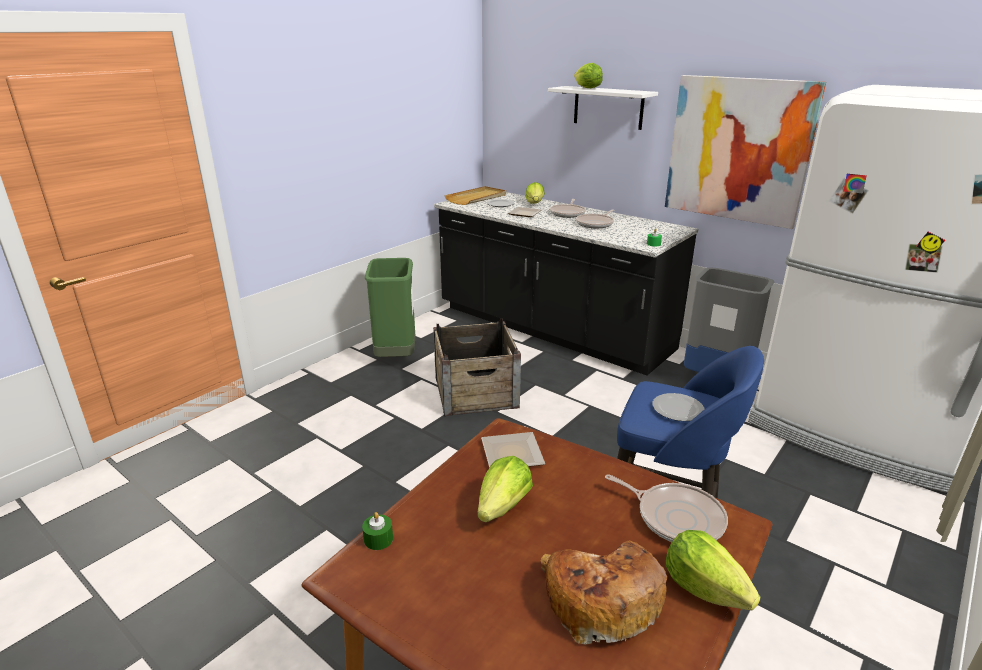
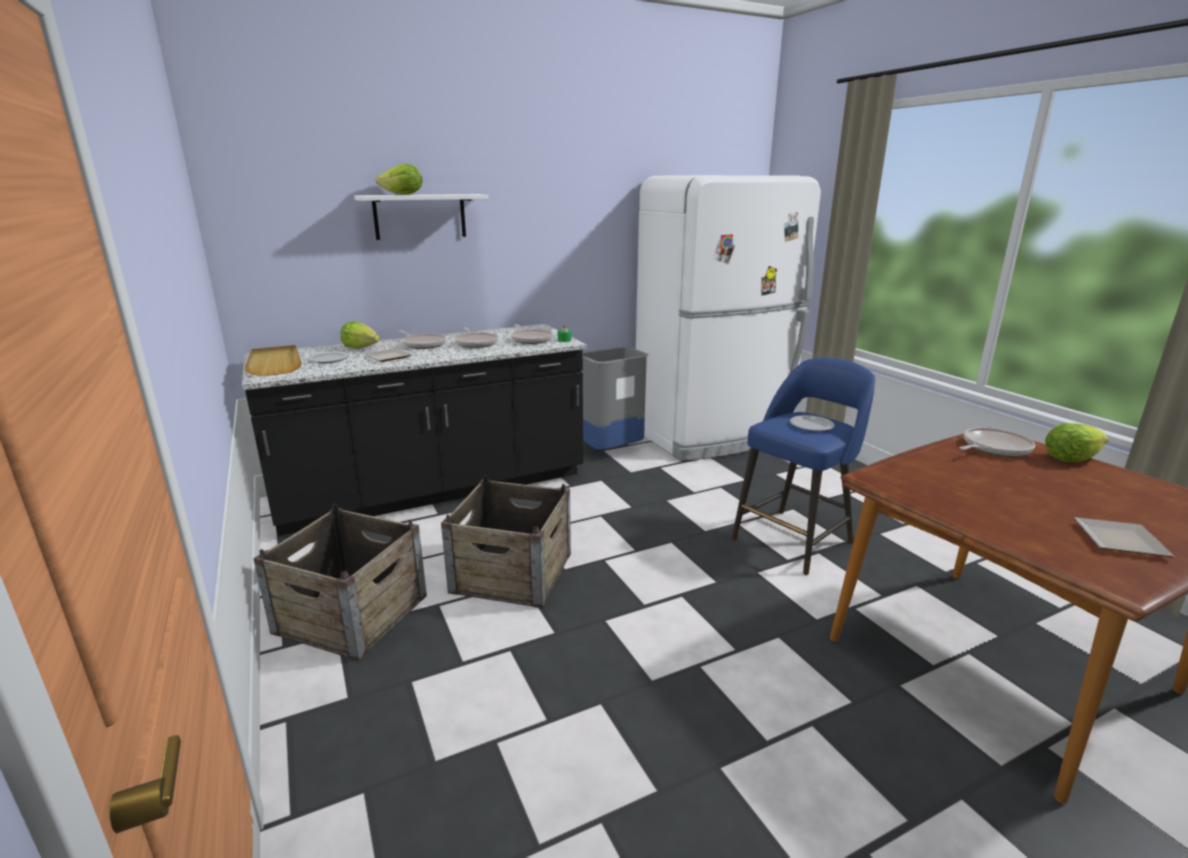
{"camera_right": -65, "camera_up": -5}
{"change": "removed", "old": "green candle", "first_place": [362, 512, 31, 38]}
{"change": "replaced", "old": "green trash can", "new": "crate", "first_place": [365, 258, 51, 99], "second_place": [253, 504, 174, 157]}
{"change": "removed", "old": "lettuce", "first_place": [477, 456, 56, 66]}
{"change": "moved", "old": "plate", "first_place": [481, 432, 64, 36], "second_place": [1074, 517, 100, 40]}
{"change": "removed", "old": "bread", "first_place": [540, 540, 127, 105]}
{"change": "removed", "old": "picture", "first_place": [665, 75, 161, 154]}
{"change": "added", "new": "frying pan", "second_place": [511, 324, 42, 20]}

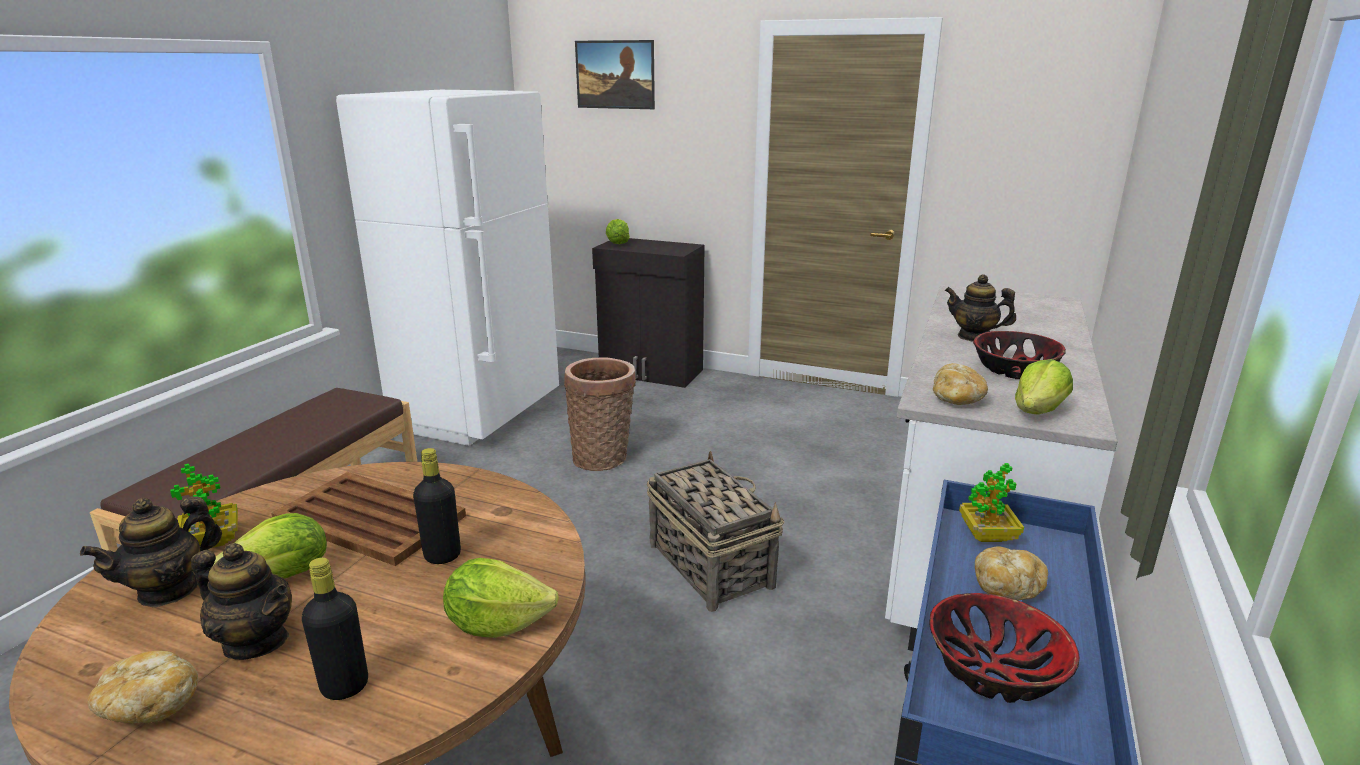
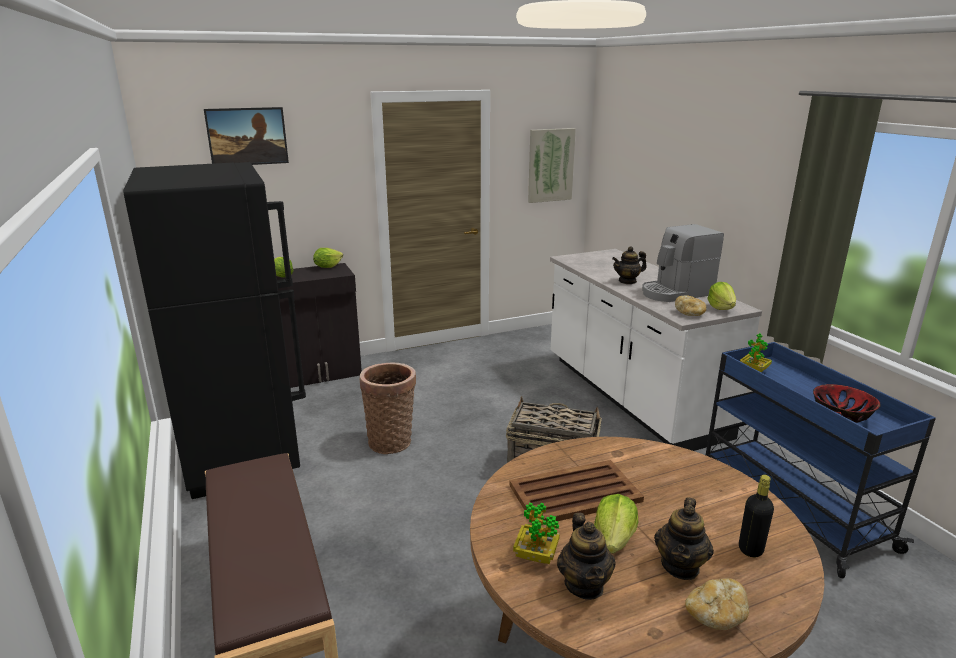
{"camera_right": -45, "camera_up": 0}
{"change": "turned", "old": "teapot", "first_place": [191, 543, 101, 117], "second_place": [654, 497, 60, 83], "degrees": 135}
{"change": "recoloured", "old": "white fridge", "new": "black fridge", "first_place": [336, 90, 223, 356], "second_place": [123, 162, 183, 337]}
{"change": "removed", "old": "black bottle", "first_place": [413, 448, 48, 116]}
{"change": "moved", "old": "lettuce", "first_place": [443, 558, 116, 80], "second_place": [313, 248, 30, 20]}
{"change": "replaced", "old": "bowl", "new": "coffee machine", "first_place": [973, 331, 93, 48], "second_place": [642, 224, 82, 78]}
{"change": "removed", "old": "bread", "first_place": [975, 546, 73, 54]}
{"change": "added", "new": "picture", "second_place": [528, 128, 48, 75]}

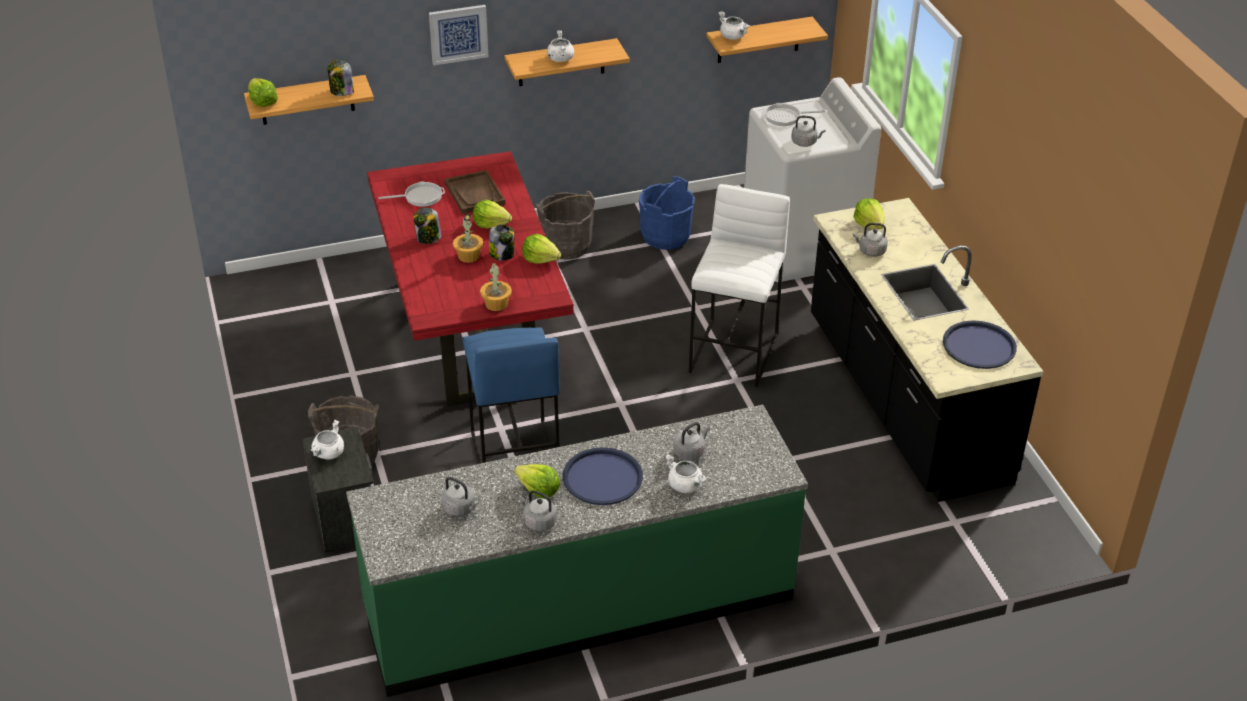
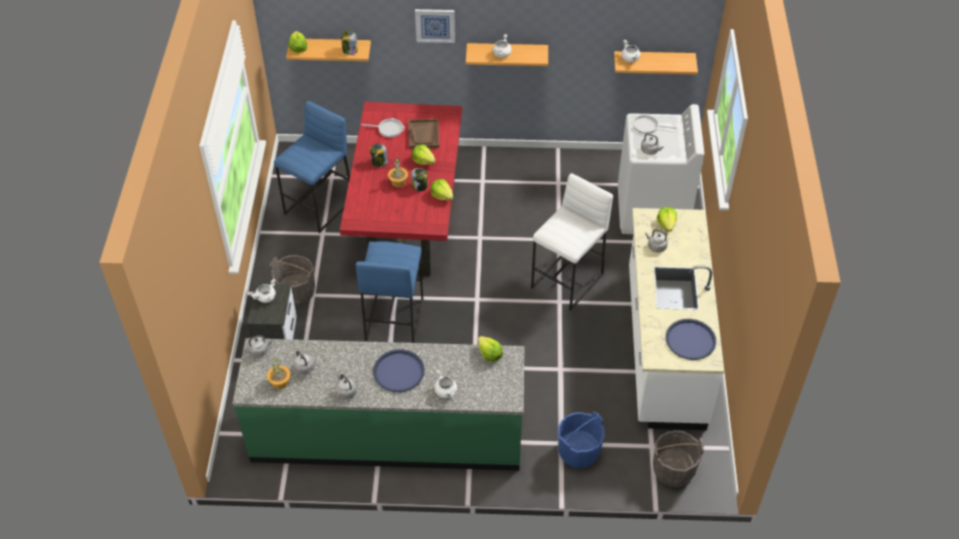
{"camera_right": 20, "camera_up": 10}
{"change": "moved", "old": "potted plant", "first_place": [480, 263, 32, 48], "second_place": [267, 358, 24, 31]}
{"change": "moved", "old": "lettuce", "first_place": [514, 464, 46, 35], "second_place": [478, 336, 25, 26]}
{"change": "moved", "old": "grey bucket", "first_place": [535, 191, 60, 69], "second_place": [653, 430, 51, 57]}
{"change": "moved", "old": "blue bucket", "first_place": [639, 177, 56, 73], "second_place": [558, 411, 47, 58]}
{"change": "moved", "old": "grey kettle", "first_place": [673, 422, 37, 39], "second_place": [247, 335, 26, 23]}
{"change": "recoloured", "old": "black counter", "new": "white counter", "first_place": [811, 198, 232, 304], "second_place": [629, 208, 95, 222]}
{"change": "added", "new": "blue stool", "second_place": [274, 101, 76, 132]}

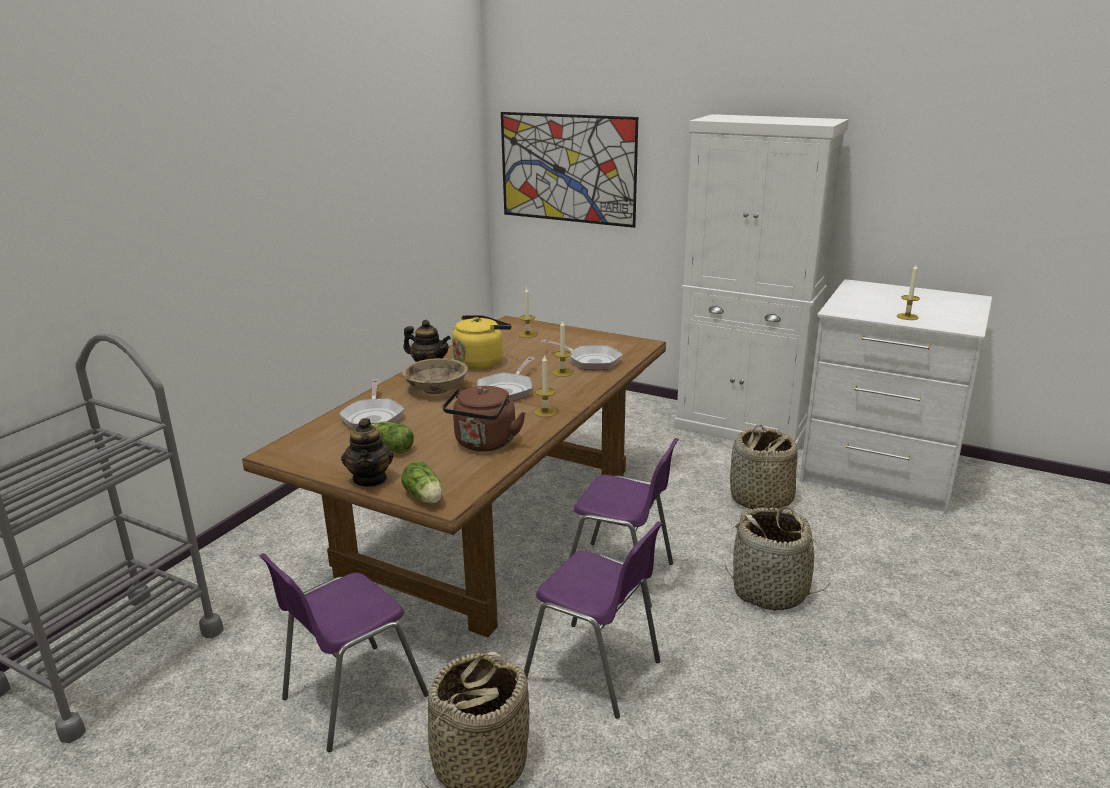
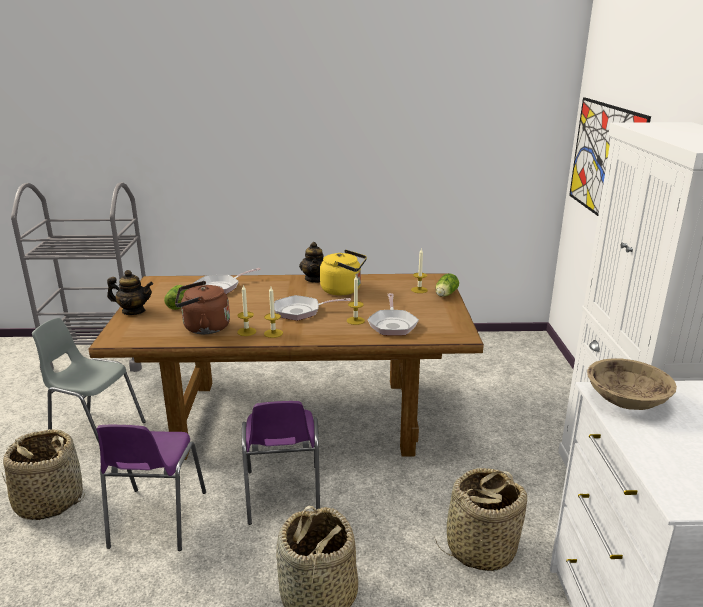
{"camera_right": 60, "camera_up": 0}
{"change": "recoloured", "old": "purple chair", "new": "grey chair", "first_place": [259, 553, 170, 199], "second_place": [32, 318, 114, 125]}
{"change": "turned", "old": "teapot", "first_place": [341, 418, 52, 69], "second_place": [107, 270, 46, 45], "degrees": -135}
{"change": "moved", "old": "lettuce", "first_place": [401, 461, 41, 43], "second_place": [435, 273, 24, 24]}
{"change": "moved", "old": "beige bowl", "first_place": [402, 358, 66, 36], "second_place": [587, 358, 90, 52]}
{"change": "moved", "old": "candle", "first_place": [897, 264, 23, 56], "second_place": [237, 285, 19, 51]}

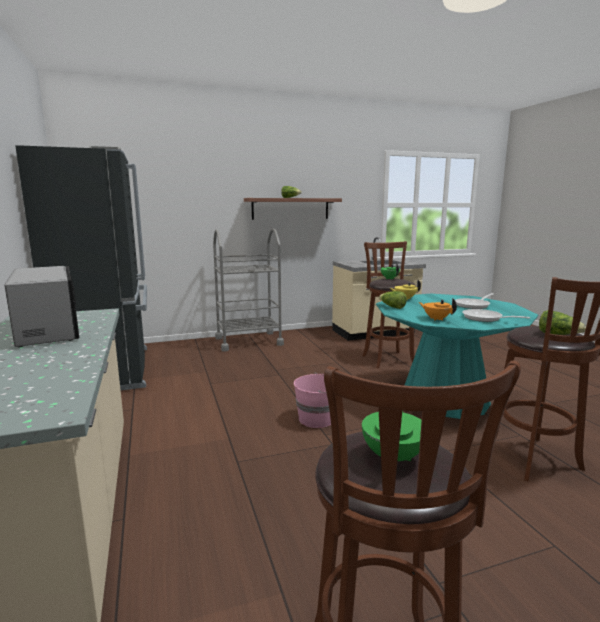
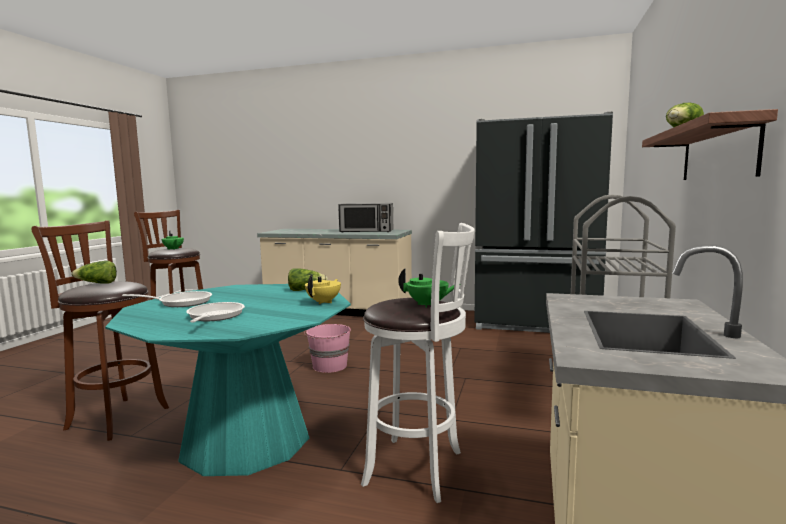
{"camera_right": 125, "camera_up": -5}
{"change": "recoloured", "old": "brown stool", "new": "white stool", "first_place": [362, 241, 54, 127], "second_place": [361, 223, 114, 280]}
{"change": "removed", "old": "orange teapot", "first_place": [419, 298, 38, 23]}

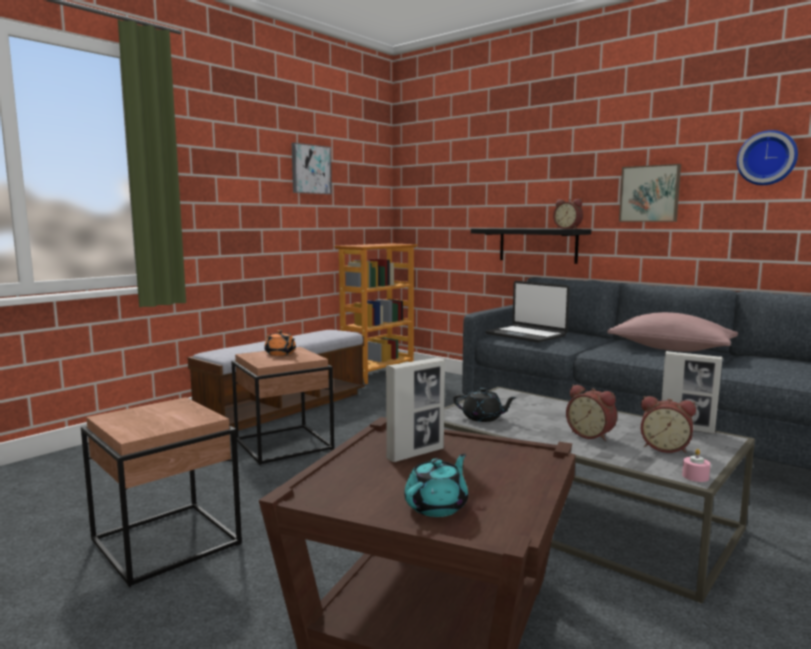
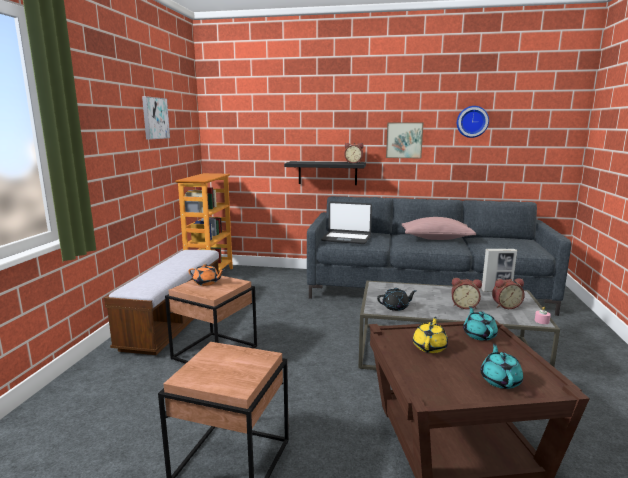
{"camera_right": -30, "camera_up": 5}
{"change": "replaced", "old": "picture frame", "new": "yellow teapot", "first_place": [386, 358, 59, 104], "second_place": [413, 317, 35, 36]}
{"change": "added", "new": "turquoise teapot", "second_place": [463, 306, 35, 35]}

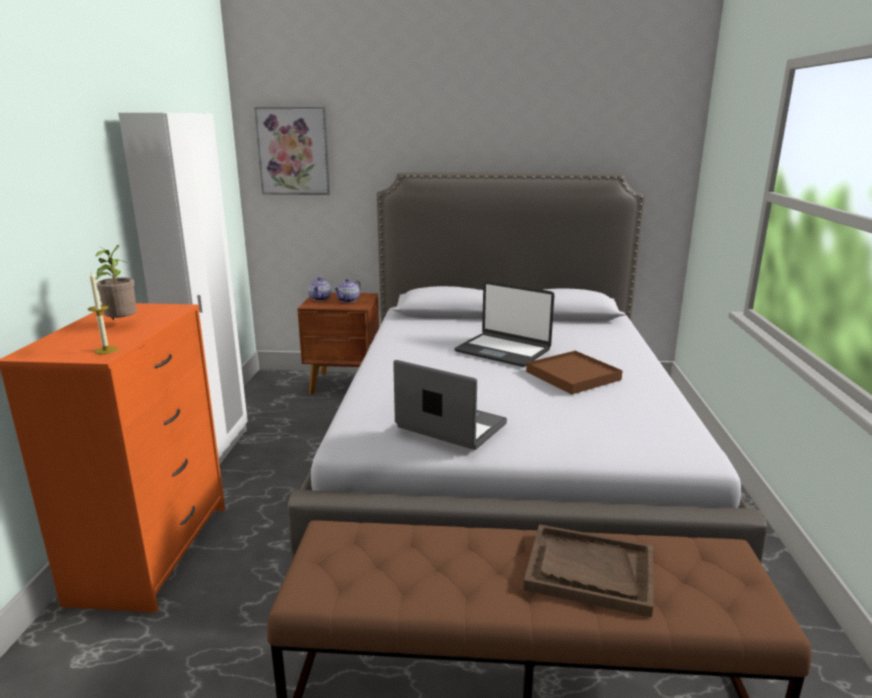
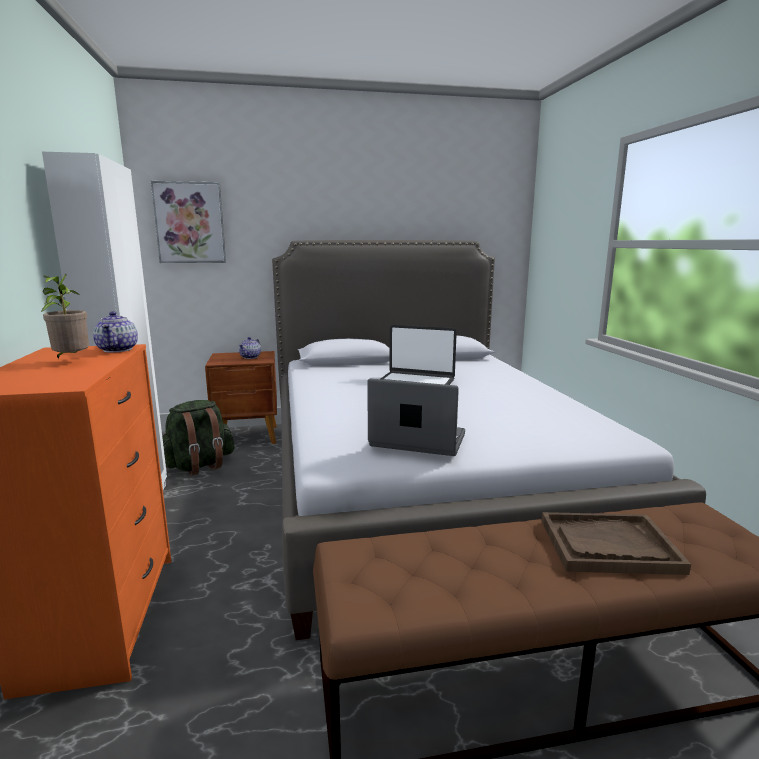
{"camera_right": -15, "camera_up": -5}
{"change": "removed", "old": "candle", "first_place": [88, 272, 30, 82]}
{"change": "moved", "old": "teapot", "first_place": [308, 277, 24, 24], "second_place": [93, 311, 45, 42]}
{"change": "removed", "old": "brown tray", "first_place": [526, 351, 97, 43]}
{"change": "added", "new": "green backpack", "second_place": [162, 400, 72, 76]}

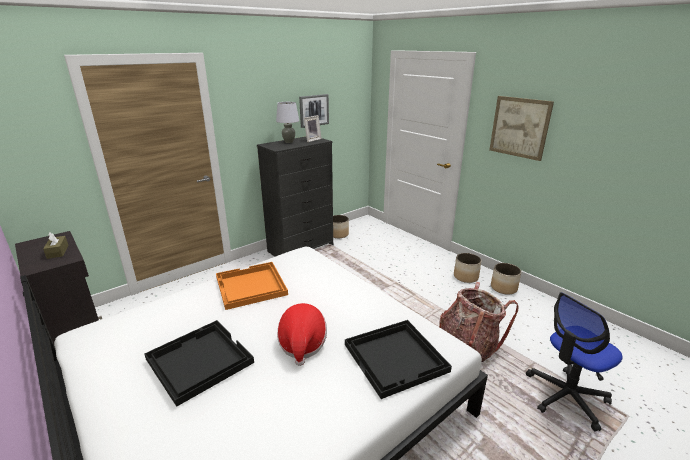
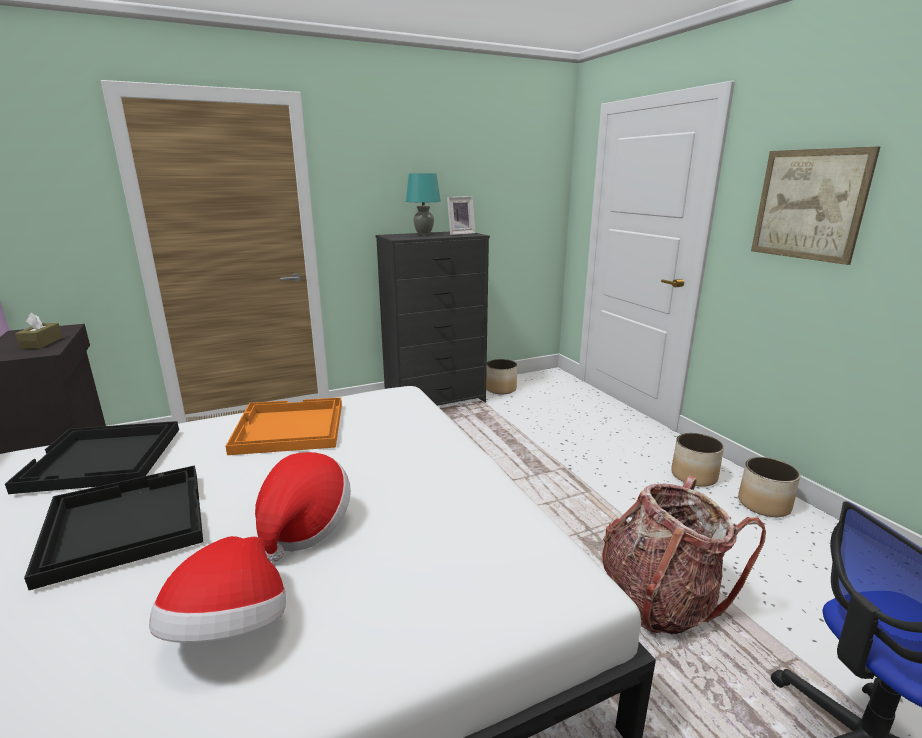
{"camera_right": 15, "camera_up": -5}
{"change": "recoloured", "old": "grey table lamp", "new": "turquoise table lamp", "first_place": [276, 102, 23, 41], "second_place": [406, 173, 35, 62]}
{"change": "removed", "old": "picture", "first_place": [299, 94, 30, 34]}
{"change": "moved", "old": "black tray", "first_place": [345, 320, 107, 79], "second_place": [5, 421, 174, 73]}
{"change": "added", "new": "hat", "second_place": [149, 536, 137, 107]}

